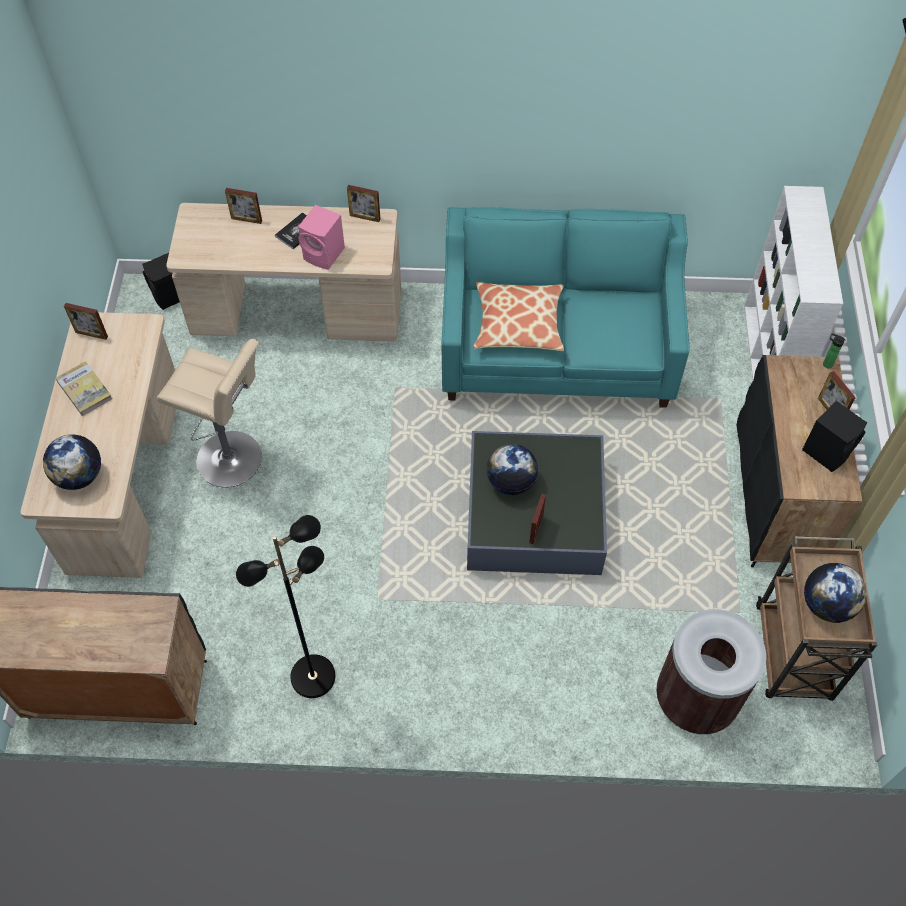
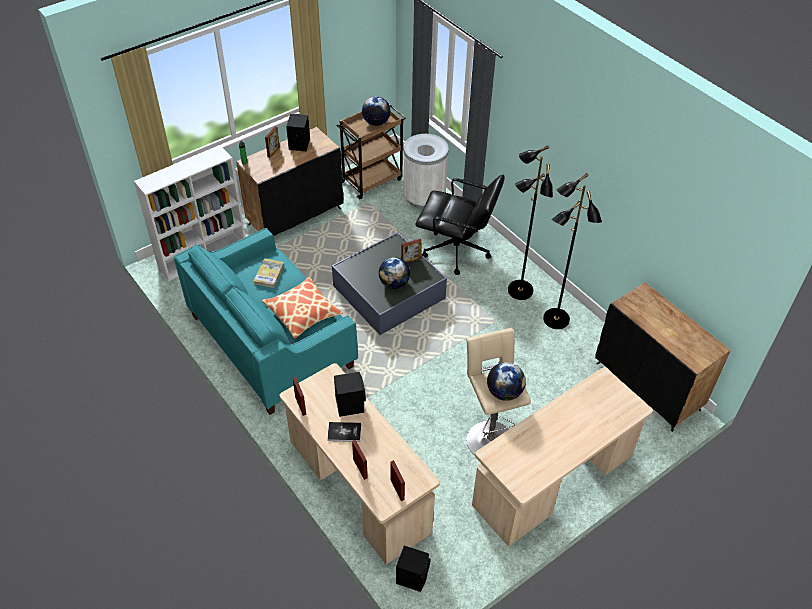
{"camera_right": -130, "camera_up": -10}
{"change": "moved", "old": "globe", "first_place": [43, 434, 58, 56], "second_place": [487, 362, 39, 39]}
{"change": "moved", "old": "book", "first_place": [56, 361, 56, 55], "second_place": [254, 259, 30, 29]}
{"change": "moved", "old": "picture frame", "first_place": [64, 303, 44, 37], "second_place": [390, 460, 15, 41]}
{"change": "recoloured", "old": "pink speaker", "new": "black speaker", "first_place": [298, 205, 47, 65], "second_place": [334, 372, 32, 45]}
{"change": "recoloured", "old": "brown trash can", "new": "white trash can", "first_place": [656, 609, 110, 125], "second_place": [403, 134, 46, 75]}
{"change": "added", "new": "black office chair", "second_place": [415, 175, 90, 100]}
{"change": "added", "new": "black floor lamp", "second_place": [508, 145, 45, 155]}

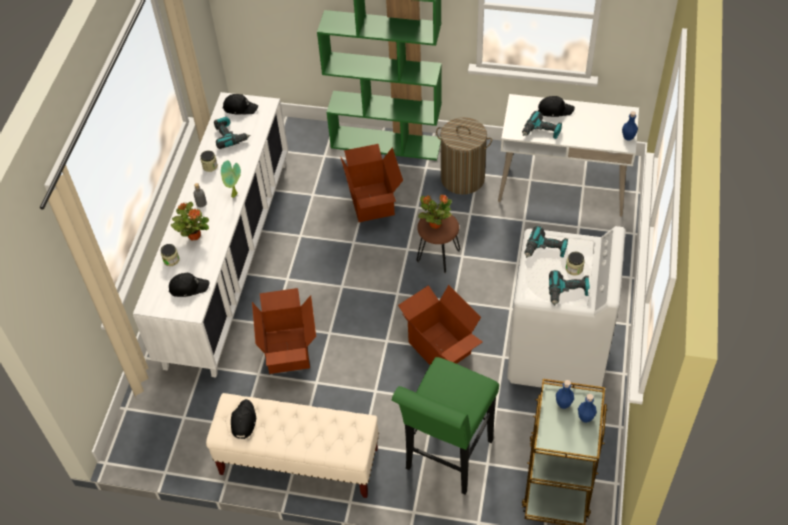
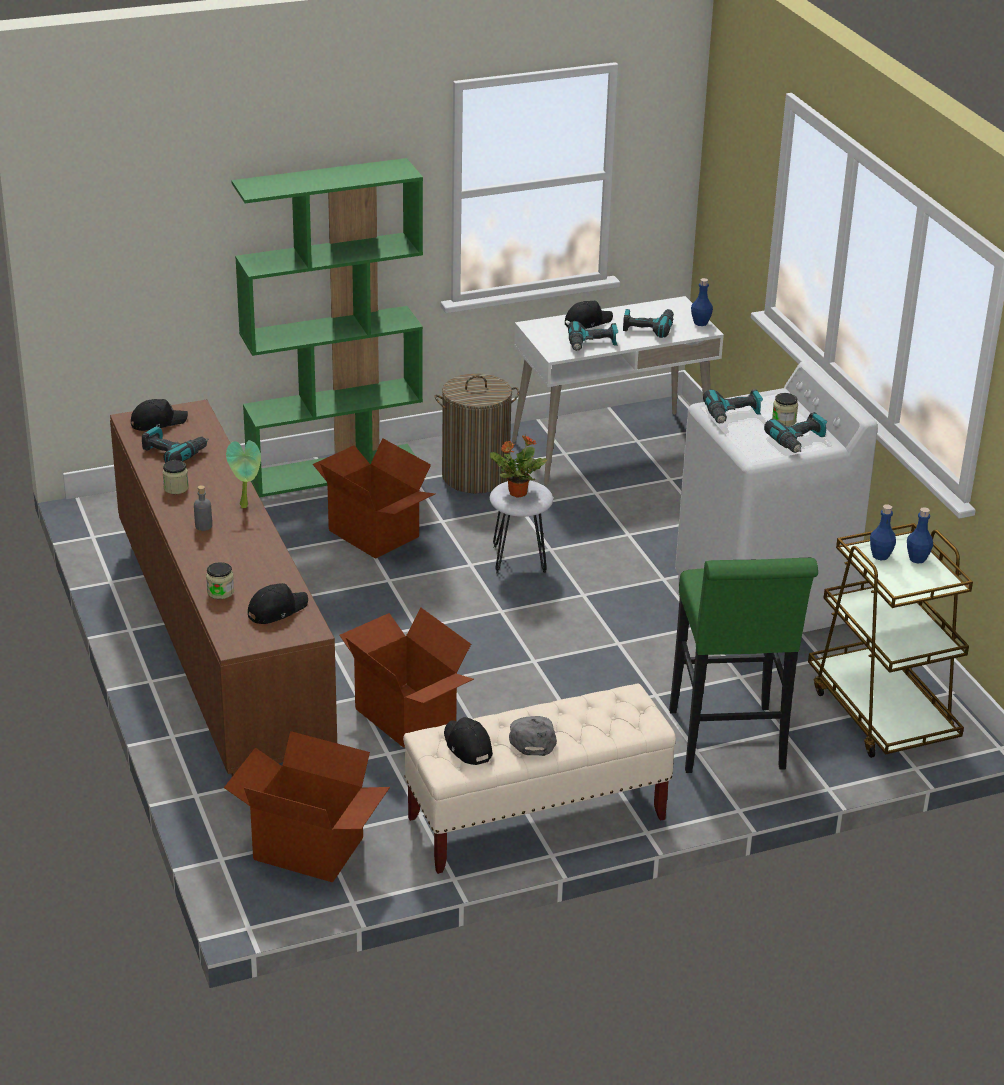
{"camera_right": -35, "camera_up": -20}
{"change": "recoloured", "old": "white cabinet", "new": "brown cabinet", "first_place": [133, 92, 155, 286], "second_place": [110, 400, 227, 376]}
{"change": "removed", "old": "potted plant", "first_place": [171, 202, 38, 39]}
{"change": "moved", "old": "cardboard box", "first_place": [398, 285, 85, 80], "second_place": [224, 731, 166, 151]}
{"change": "recoloured", "old": "brown stool", "new": "white stool", "first_place": [417, 215, 43, 59], "second_place": [490, 481, 63, 92]}
{"change": "added", "new": "grey cap", "second_place": [509, 716, 48, 40]}
{"change": "added", "new": "power drill", "second_place": [623, 309, 51, 29]}

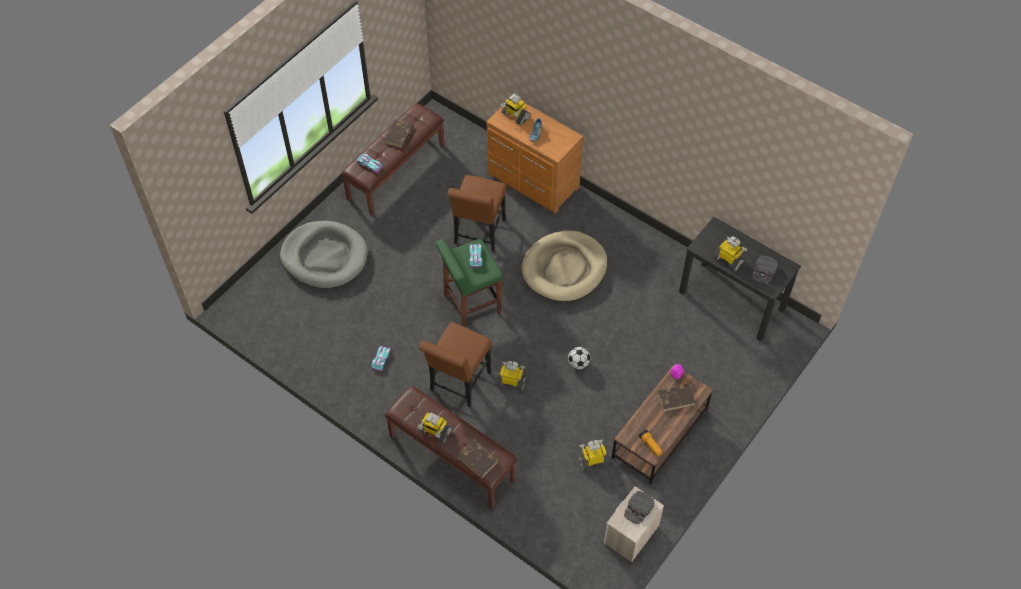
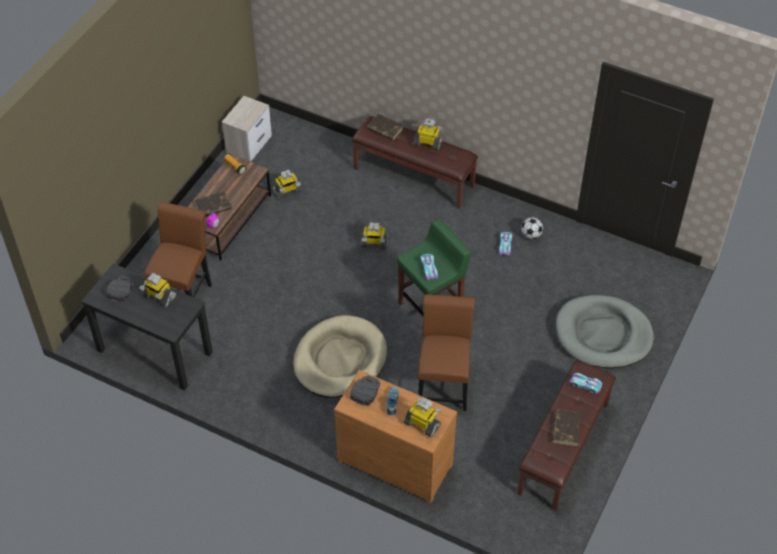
{"camera_right": 170, "camera_up": -5}
{"change": "moved", "old": "brown chair", "first_place": [419, 322, 73, 86], "second_place": [143, 202, 69, 95]}
{"change": "moved", "old": "football", "first_place": [568, 347, 22, 22], "second_place": [521, 217, 22, 22]}
{"change": "moved", "old": "black cap", "first_place": [624, 491, 31, 34], "second_place": [350, 375, 30, 31]}

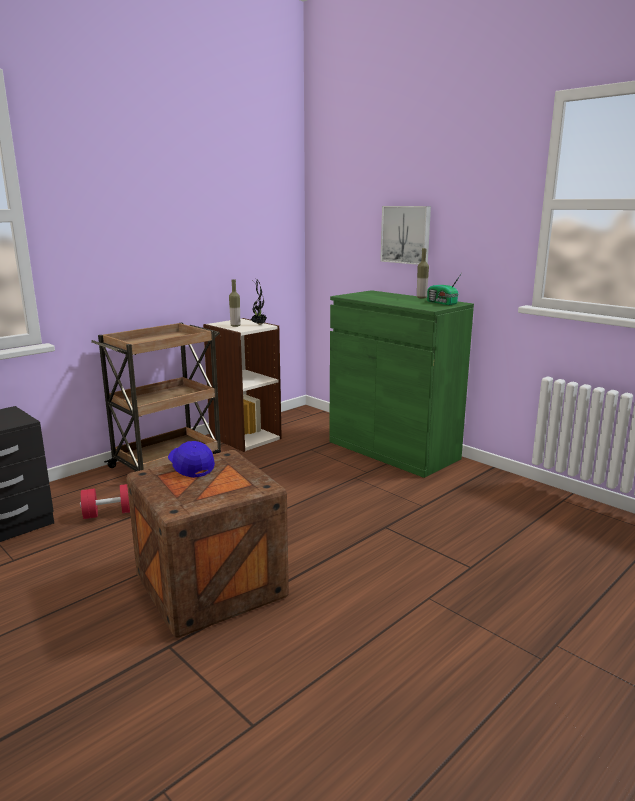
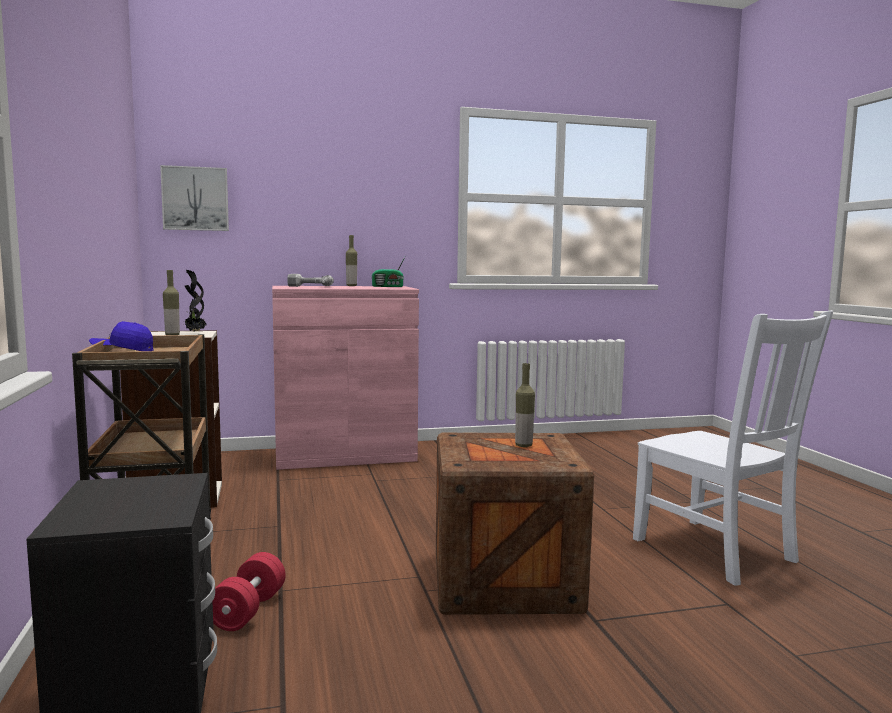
{"camera_right": -60, "camera_up": -10}
{"change": "moved", "old": "blue cap", "first_place": [168, 441, 47, 37], "second_place": [89, 321, 65, 30]}
{"change": "recoloured", "old": "green cabinet", "new": "pink cabinet", "first_place": [329, 290, 145, 188], "second_place": [272, 286, 147, 184]}
{"change": "moved", "old": "picture", "first_place": [380, 206, 51, 59], "second_place": [160, 165, 69, 66]}
{"change": "added", "new": "power drill", "second_place": [287, 274, 47, 13]}
{"change": "added", "new": "bottle", "second_place": [515, 363, 20, 84]}
{"change": "added", "new": "white chair", "second_place": [633, 310, 201, 276]}

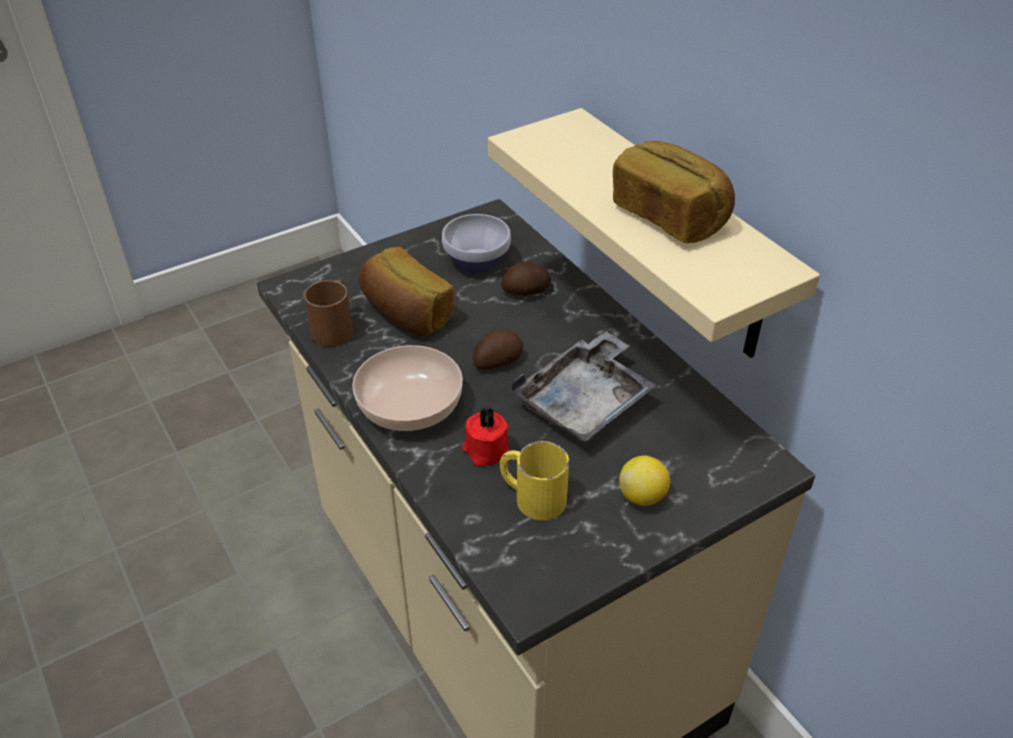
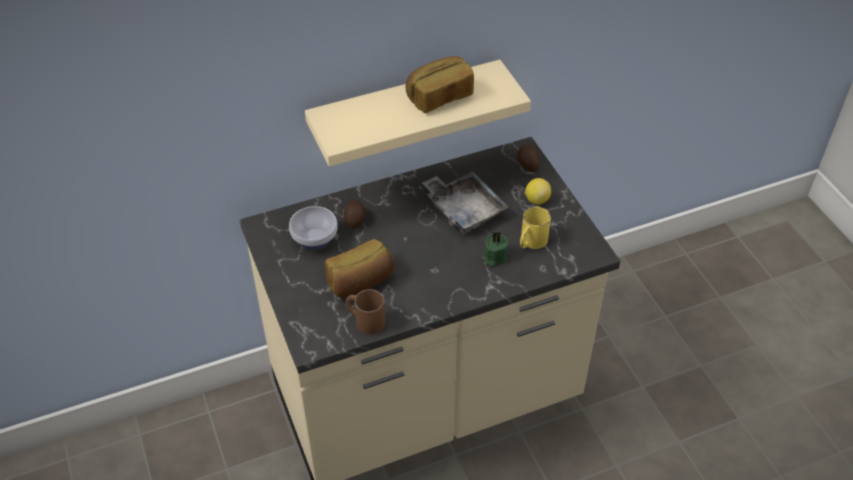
{"camera_right": -80, "camera_up": 5}
{"change": "removed", "old": "bowl", "first_place": [352, 345, 111, 86]}
{"change": "recoloured", "old": "red candle", "new": "green candle", "first_place": [462, 408, 48, 58], "second_place": [484, 232, 25, 34]}
{"change": "moved", "old": "potato", "first_place": [473, 328, 50, 41], "second_place": [517, 145, 23, 27]}

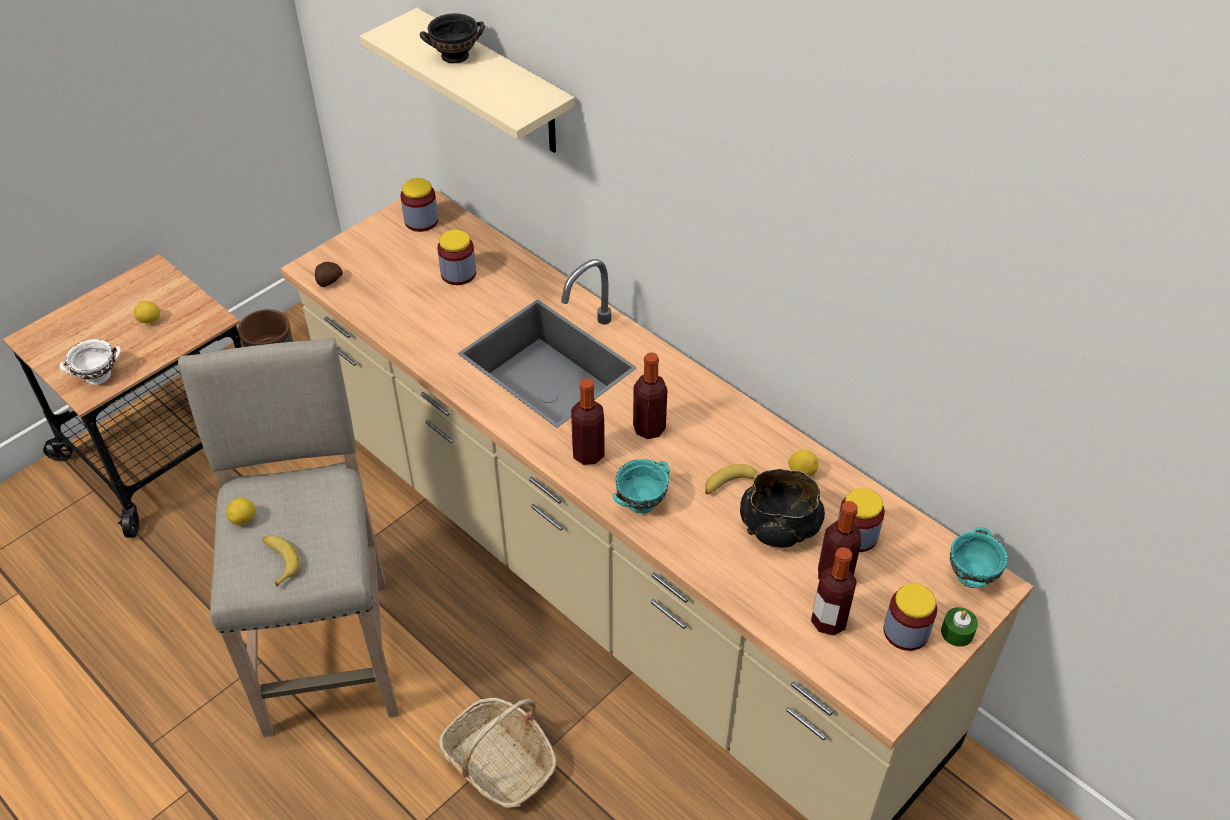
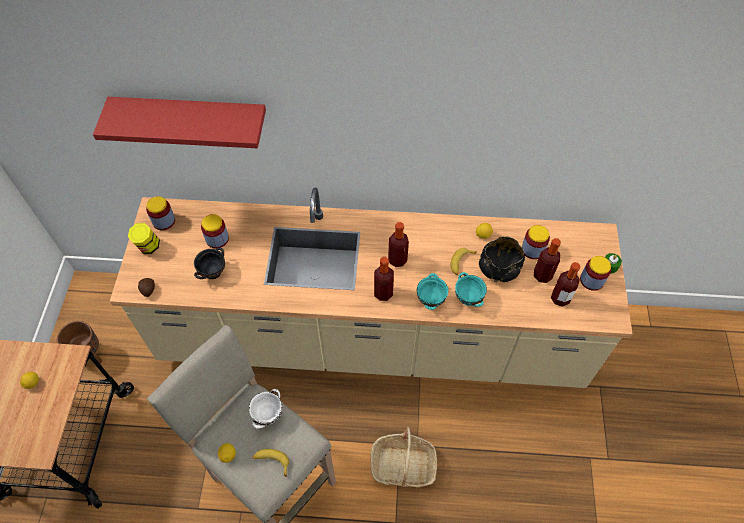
{"camera_right": -40, "camera_up": 10}
{"change": "moved", "old": "white bowl", "first_place": [60, 339, 61, 46], "second_place": [249, 389, 33, 40]}
{"change": "recoloured", "old": "beige shelf", "new": "red shelf", "first_place": [360, 8, 215, 145], "second_place": [93, 97, 173, 51]}
{"change": "moved", "old": "black bowl", "first_place": [420, 13, 65, 50], "second_place": [194, 247, 31, 32]}
{"change": "moved", "old": "turquoise bowl", "first_place": [950, 527, 58, 61], "second_place": [455, 272, 32, 35]}
{"change": "added", "new": "jar", "second_place": [128, 223, 32, 31]}

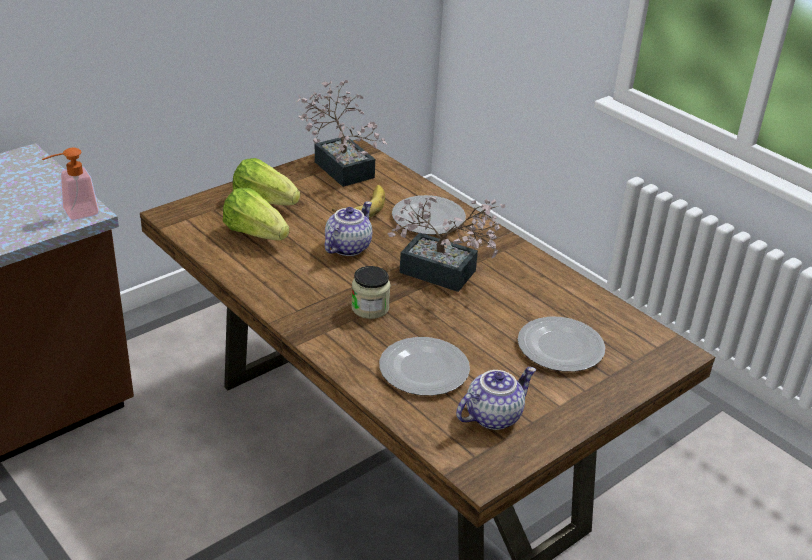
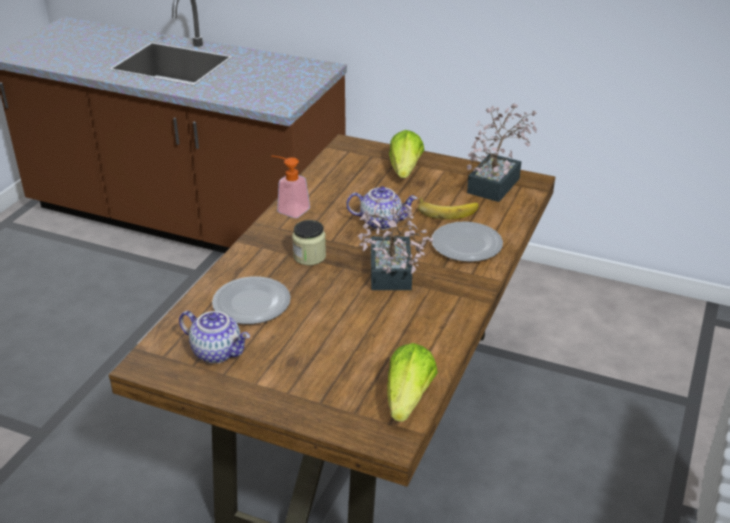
{"camera_right": 65, "camera_up": 0}
{"change": "moved", "old": "soap dispenser", "first_place": [42, 148, 57, 72], "second_place": [271, 155, 39, 63]}
{"change": "moved", "old": "lettuce", "first_place": [223, 188, 66, 52], "second_place": [387, 343, 51, 79]}
{"change": "removed", "old": "plate", "first_place": [518, 317, 87, 55]}

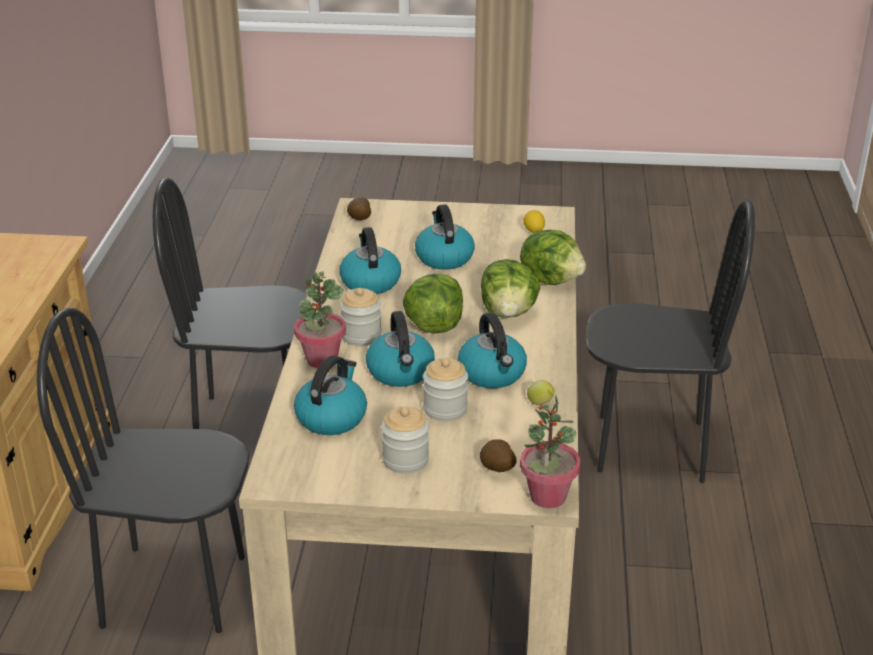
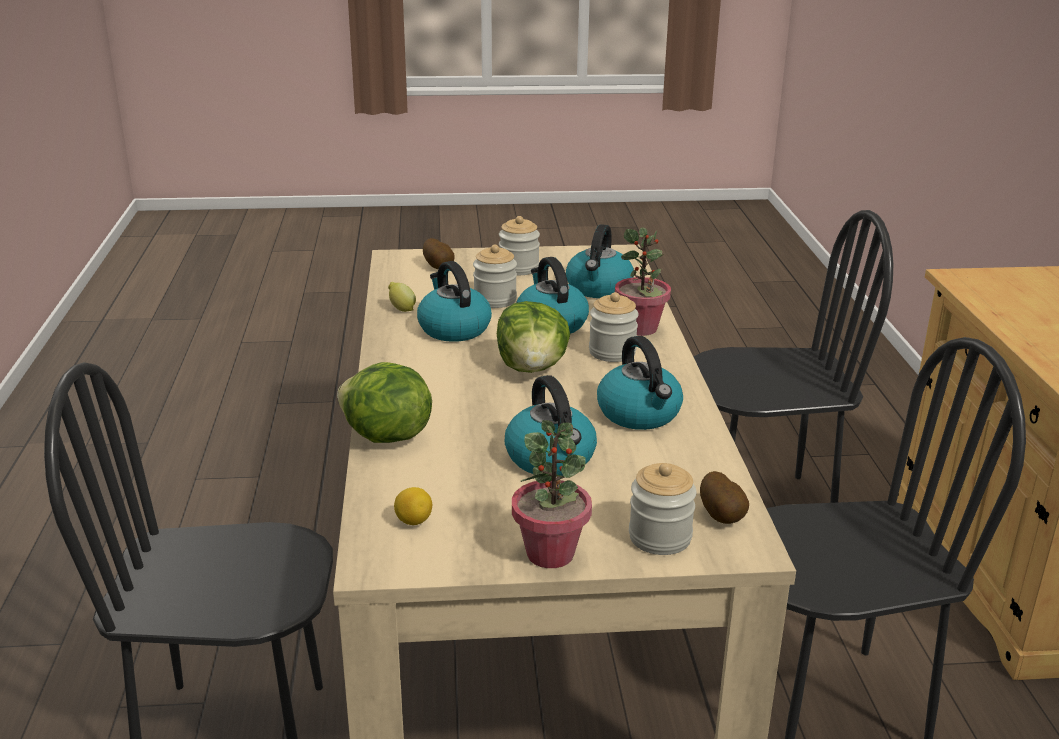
{"camera_right": 170, "camera_up": -5}
{"change": "removed", "old": "lettuce", "first_place": [481, 259, 59, 59]}
{"change": "moved", "old": "potted plant", "first_place": [520, 394, 61, 114], "second_place": [512, 420, 80, 148]}
{"change": "added", "new": "jar", "second_place": [629, 463, 68, 92]}

